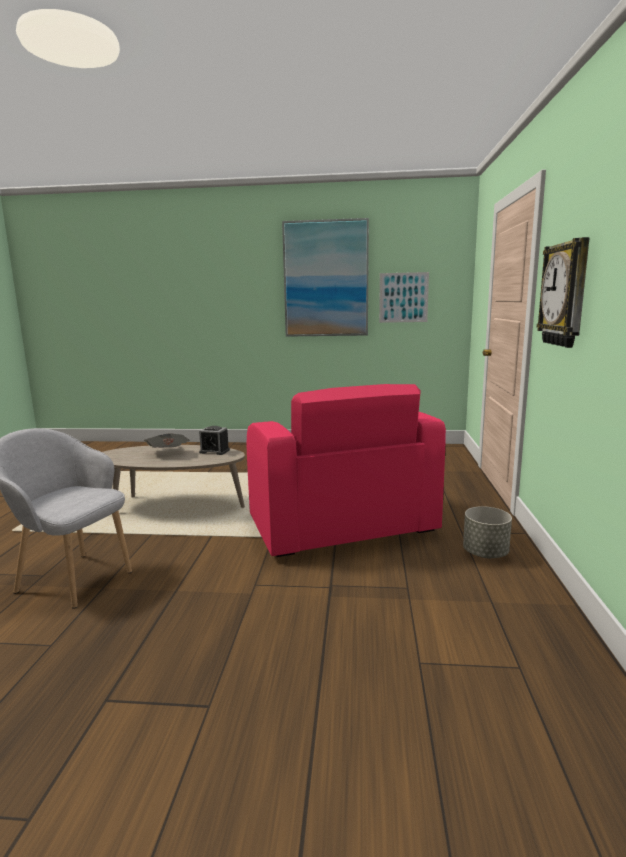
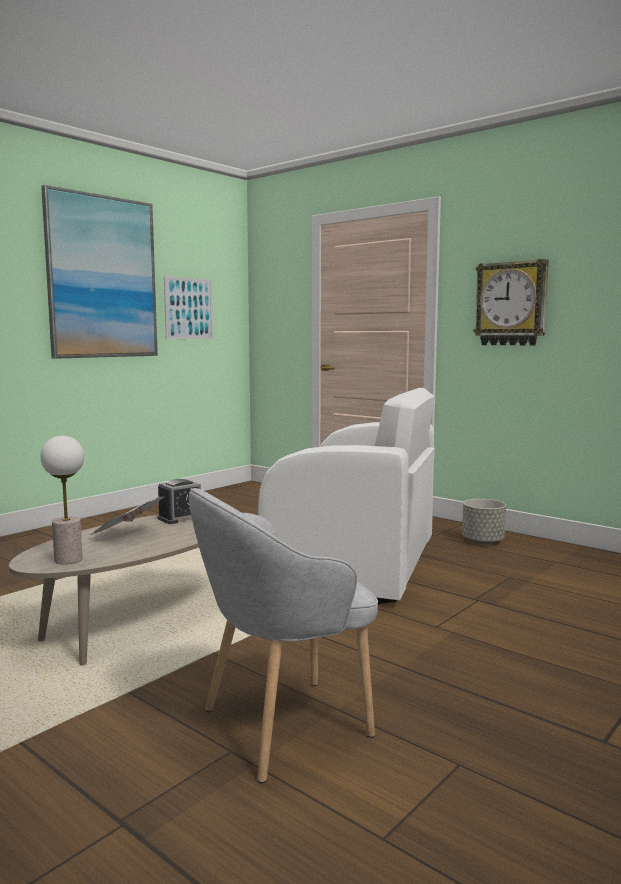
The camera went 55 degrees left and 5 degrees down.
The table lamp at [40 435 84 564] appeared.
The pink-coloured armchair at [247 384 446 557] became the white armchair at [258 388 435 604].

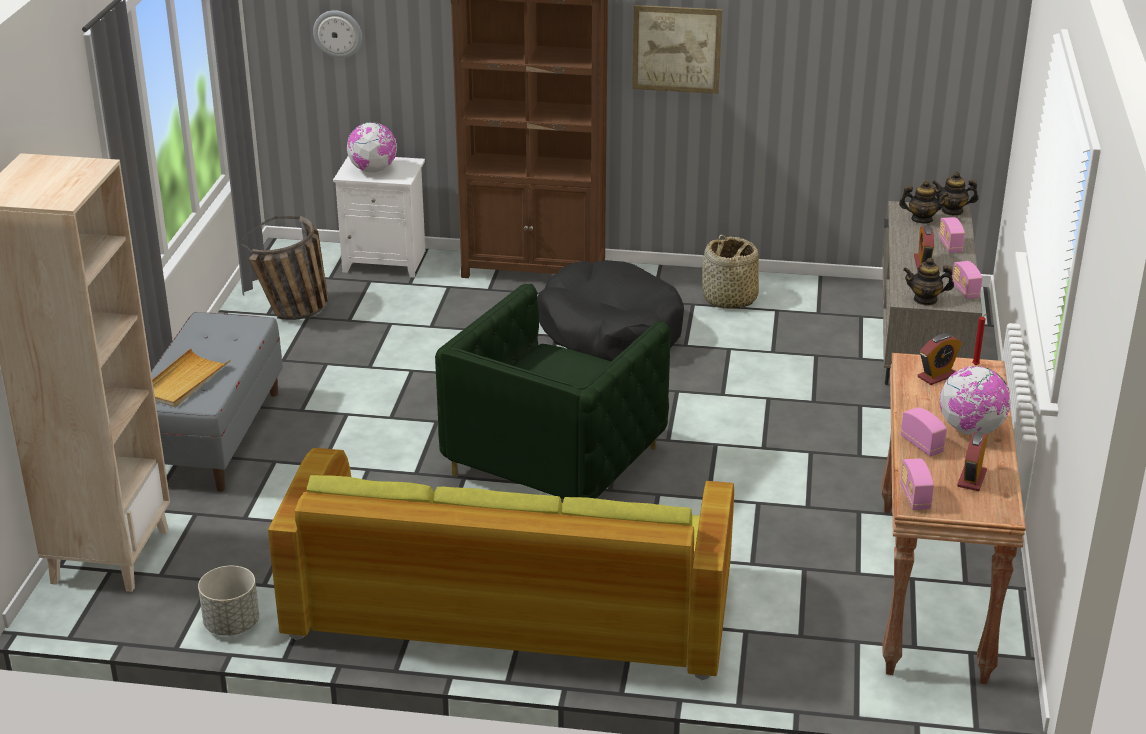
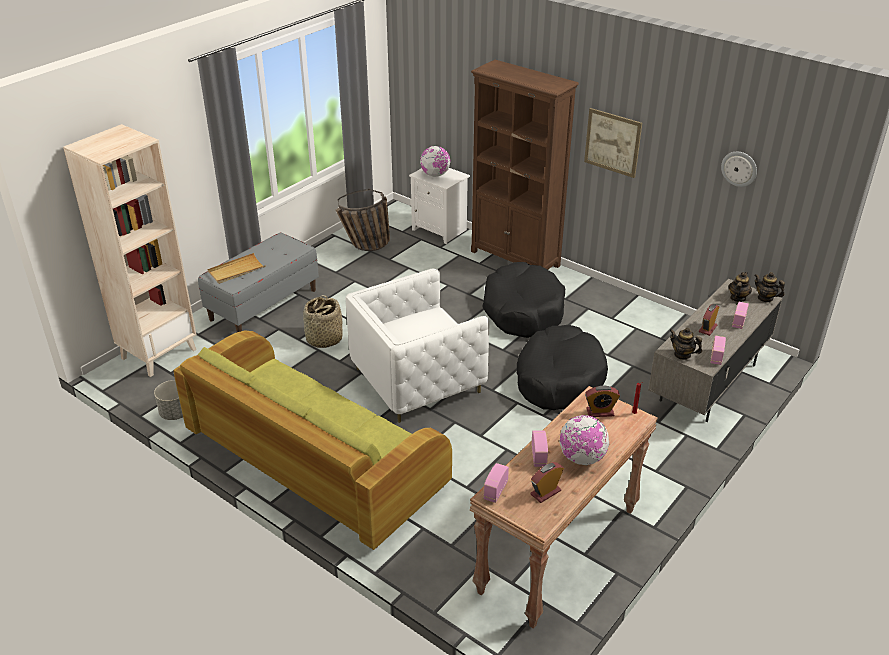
The camera went 30 degrees right and 5 degrees up.
The blackish pet bed at [517 325 608 410] appeared.
The wall clock moved from [313 10 362 58] to [721 152 757 187].
The household basket moved from [702 235 759 309] to [303 295 343 348].
The greenish armchair at [435 284 671 499] became the white armchair at [345 268 489 423].
The pot for tea at [899 180 949 223] turned 105 degrees counterclockwise.

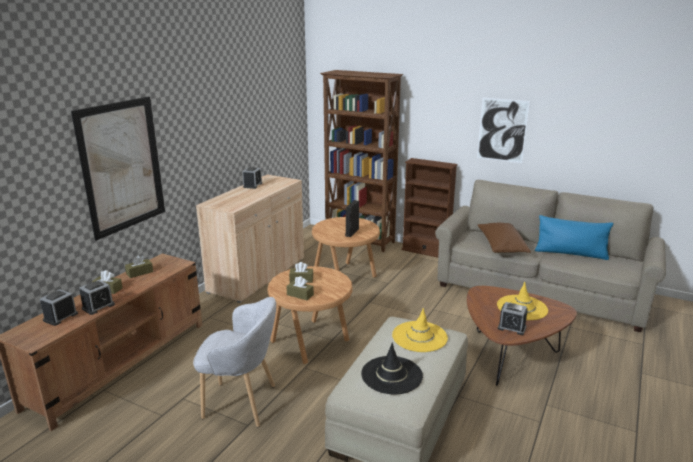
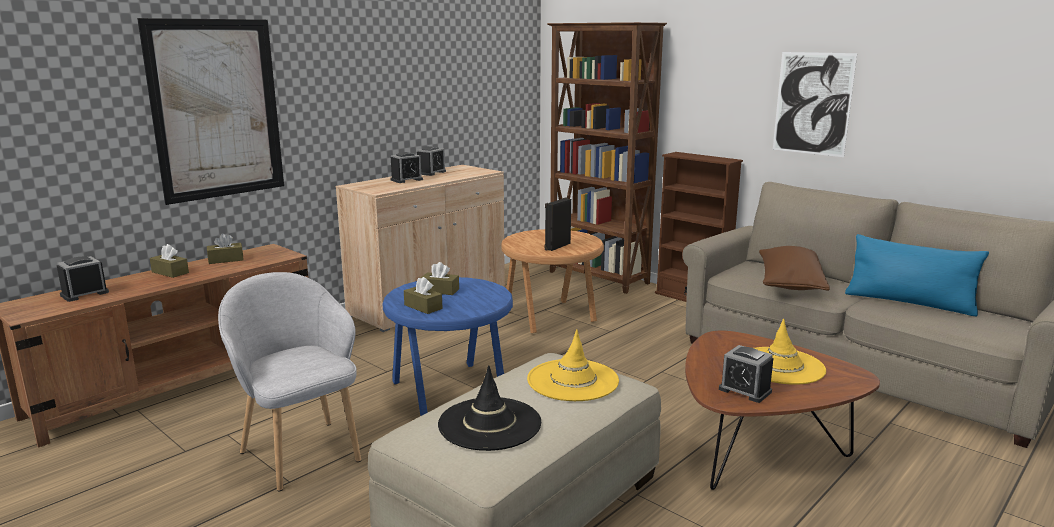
The camera went 15 degrees right and 5 degrees down.
The bedside clock moved from [79 280 115 315] to [391 152 423 183].
The brown side table at [268 266 352 364] became the blue side table at [382 277 513 416].
The gray armchair at [193 297 276 427] turned 150 degrees counterclockwise.

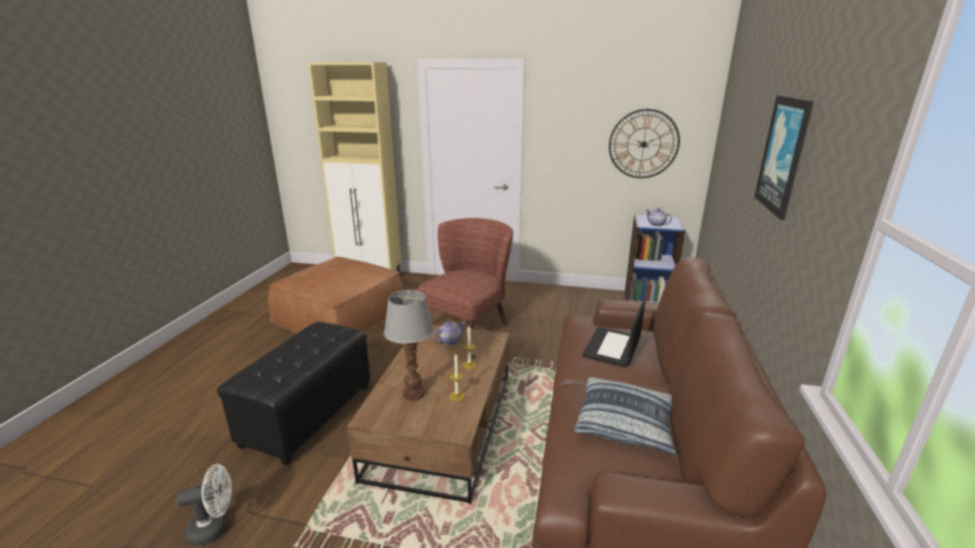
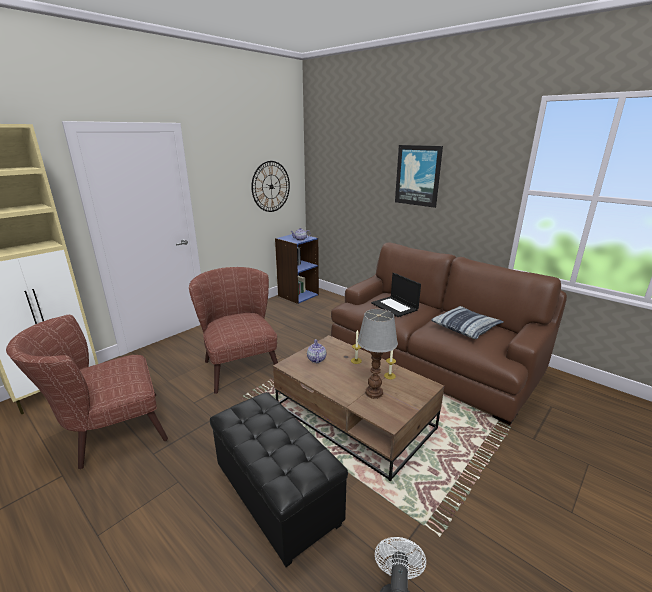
The camera went 60 degrees left and 0 degrees up.
The brown footrest at [268 257 404 333] was replaced by the brown armchair at [6 315 168 469].

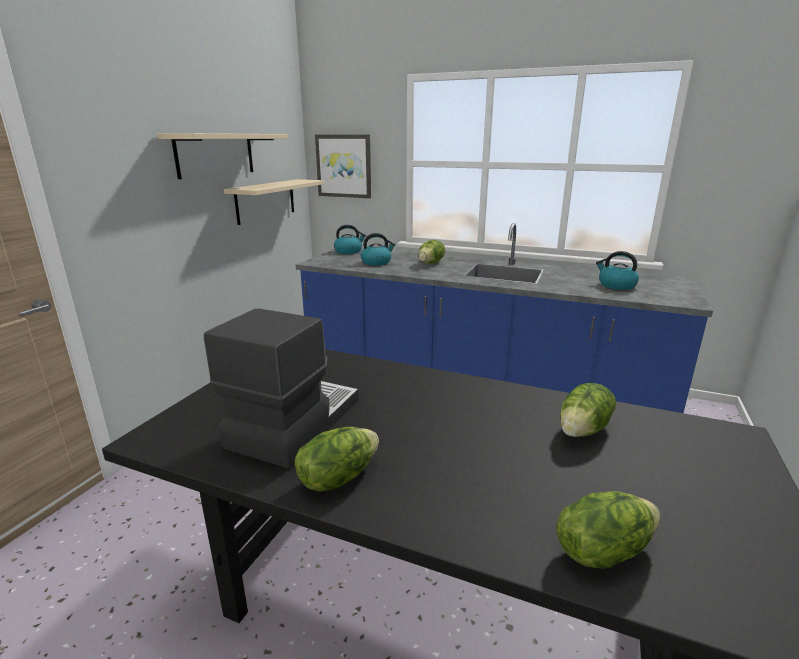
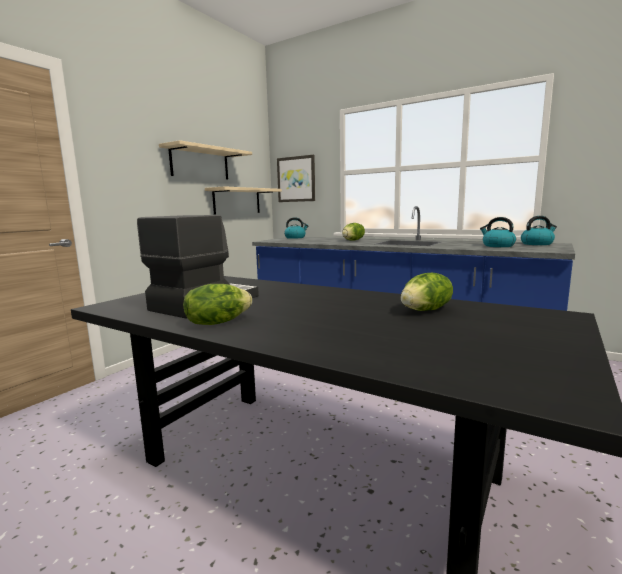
The camera went 10 degrees right and 10 degrees down.
The head of lettuce at [556 491 660 569] disappeared.
The kettle moved from [360 233 395 266] to [521 216 557 245].

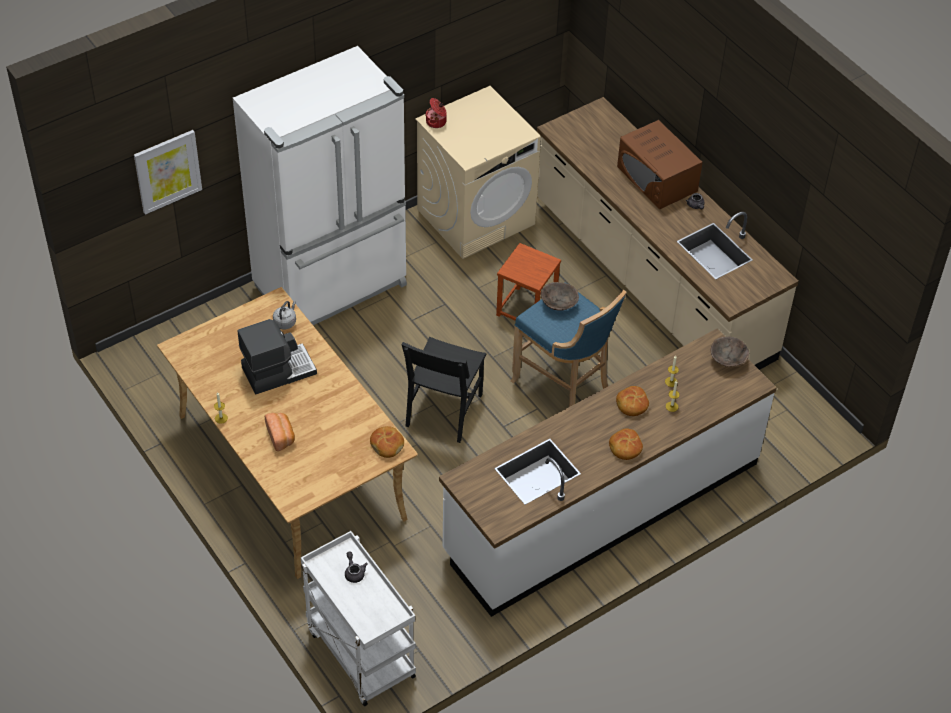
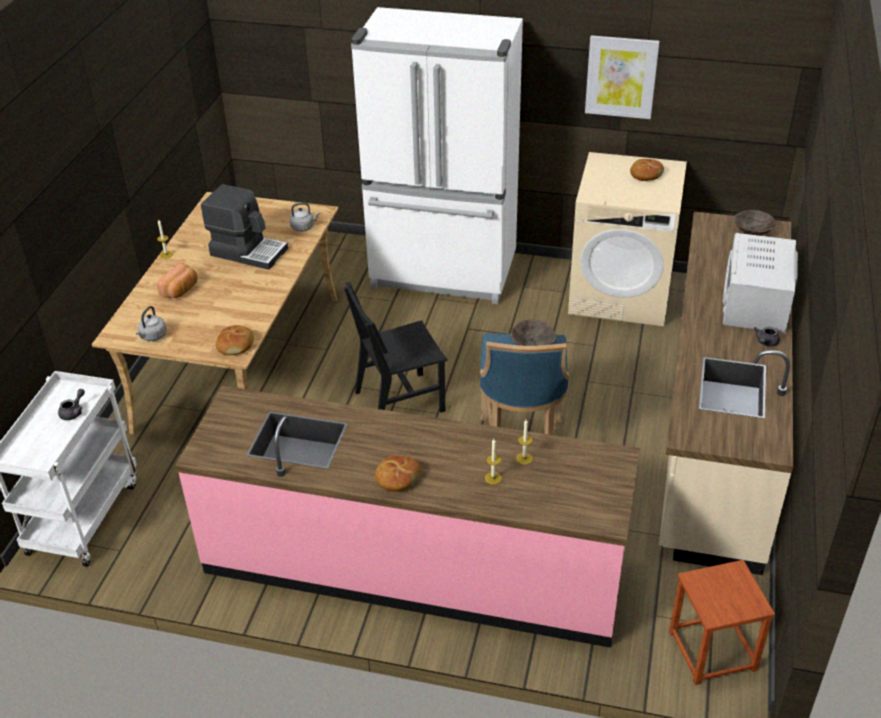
The camera went 50 degrees right and 10 degrees down.
The saucepot at [425 98 447 128] disappeared.
The gray kettle at [136 306 167 341] appeared.
The wall art moved from [134 130 202 215] to [585 35 660 119].
The brown stool seat moved from [496 243 561 321] to [669 560 775 685].
The bread moved from [616 386 649 416] to [630 159 664 181].
The brown bowl moved from [710 337 749 366] to [733 210 776 236].
The white counter at [439 328 777 617] became the pink-coloured counter at [175 386 640 648].
The brown microwave at [617 120 703 209] became the white microwave at [722 233 798 333].

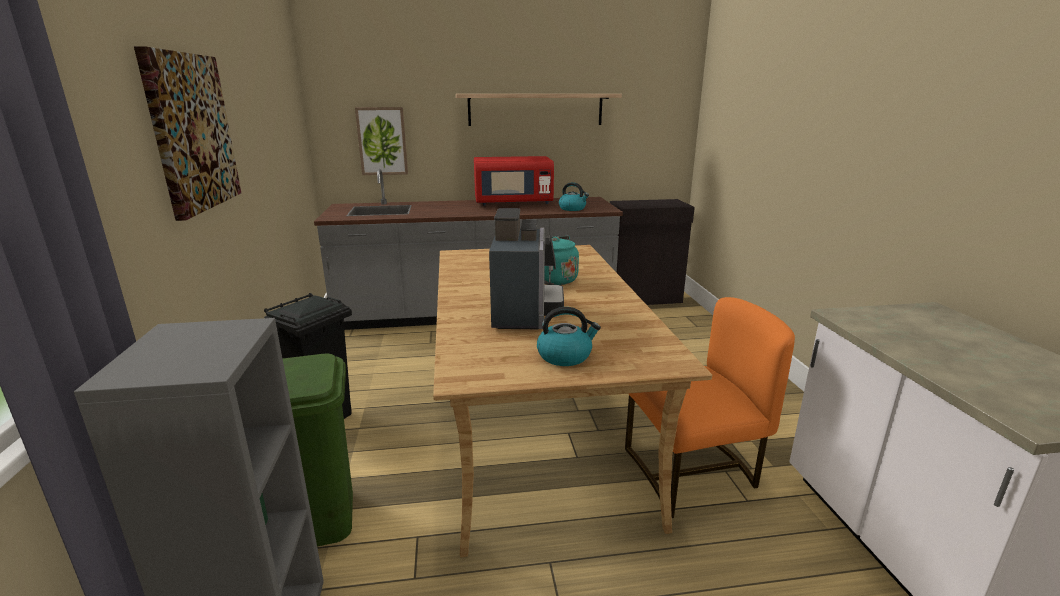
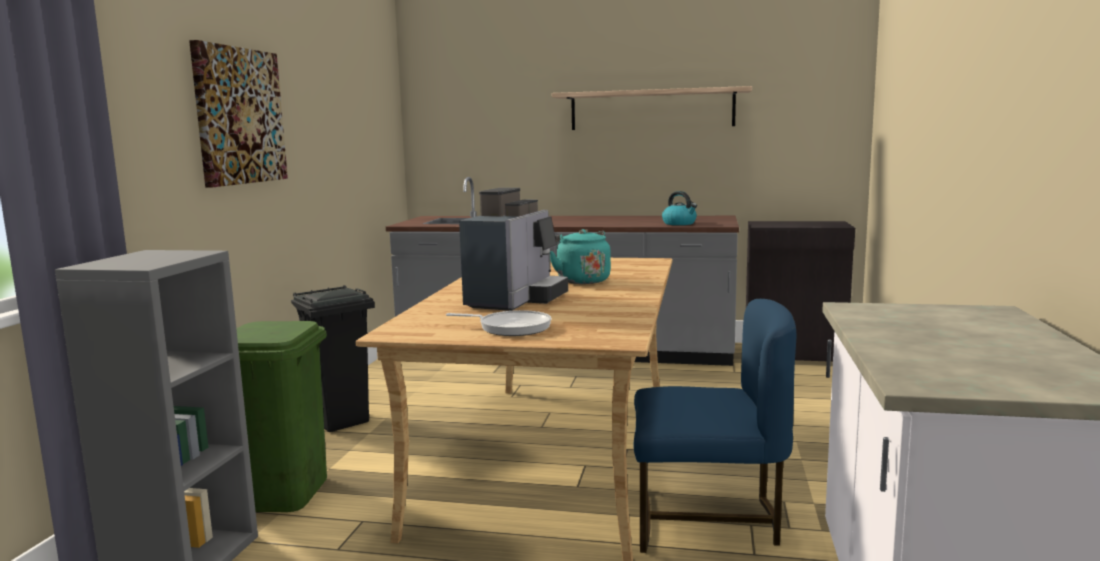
The camera went 20 degrees right and 10 degrees down.
The wall art at [355 107 408 175] disappeared.
The reddish microwave at [474 156 554 206] disappeared.
The kettle at [537 307 601 366] was replaced by the frying pan at [446 310 551 336].
The orange upright chair at [625 297 795 518] became the blue upright chair at [634 299 796 553].

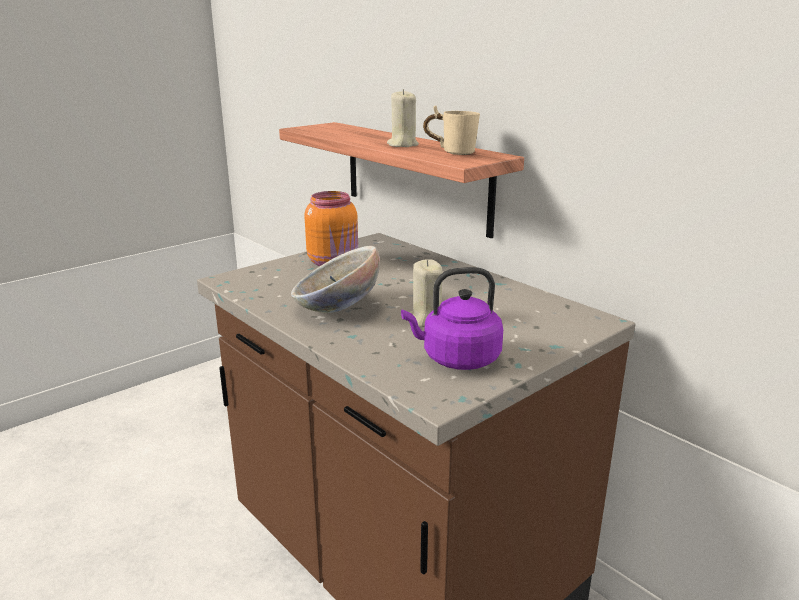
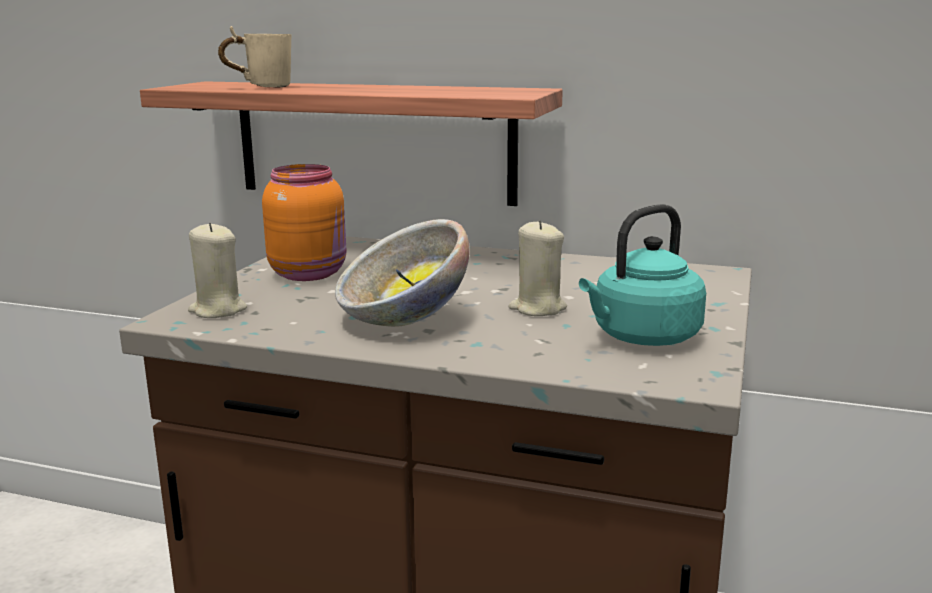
The camera went 30 degrees left and 5 degrees down.
The sand-coloured candle moved from [387 89 419 147] to [188 223 247 318].
The sand-coloured coffee mug moved from [423 106 480 155] to [218 26 292 87].
The purple kettle at [401 267 503 370] became the blue-green kettle at [579 204 706 346].

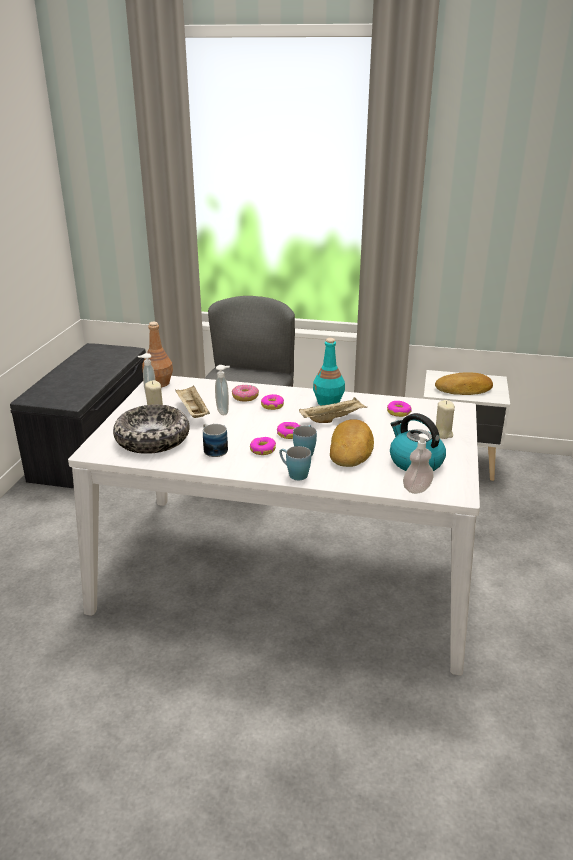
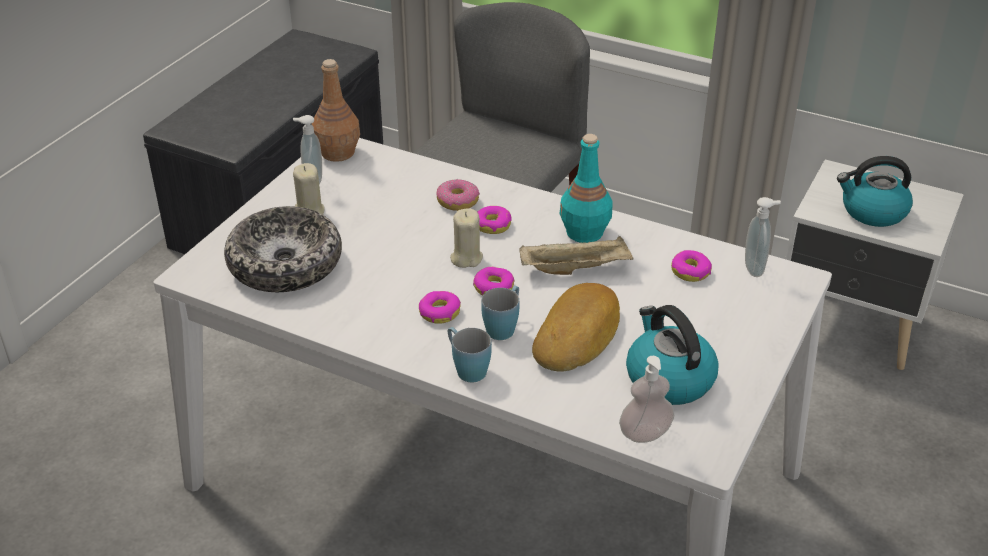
The camera went 15 degrees right and 10 degrees up.
The sand-coloured tray at [175 386 210 418] disappeared.
The coffee mug at [203 423 228 457] disappeared.
The liquid soap bottle moved from [215 365 230 415] to [745 197 781 277].
The sand-coloured candle moved from [436 400 455 439] to [450 208 483 268].
The bread at [435 372 493 395] was replaced by the kettle at [837 156 913 227].

